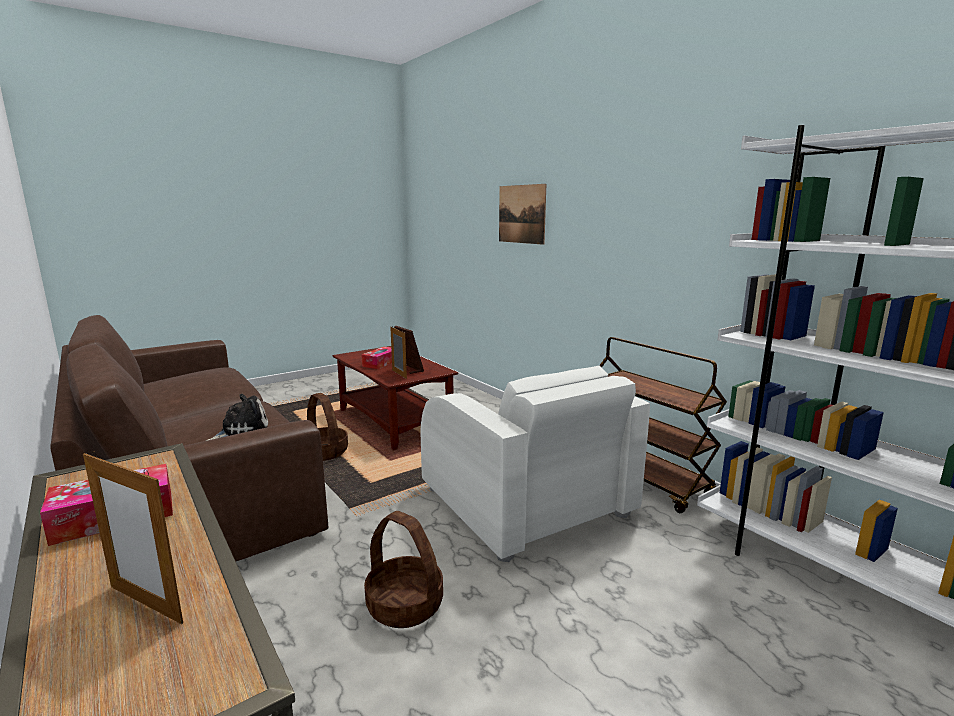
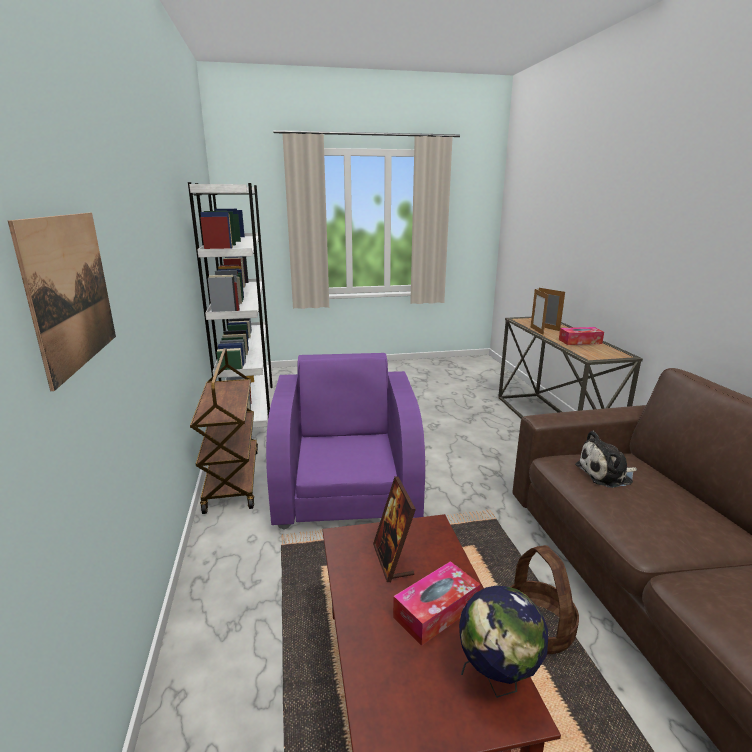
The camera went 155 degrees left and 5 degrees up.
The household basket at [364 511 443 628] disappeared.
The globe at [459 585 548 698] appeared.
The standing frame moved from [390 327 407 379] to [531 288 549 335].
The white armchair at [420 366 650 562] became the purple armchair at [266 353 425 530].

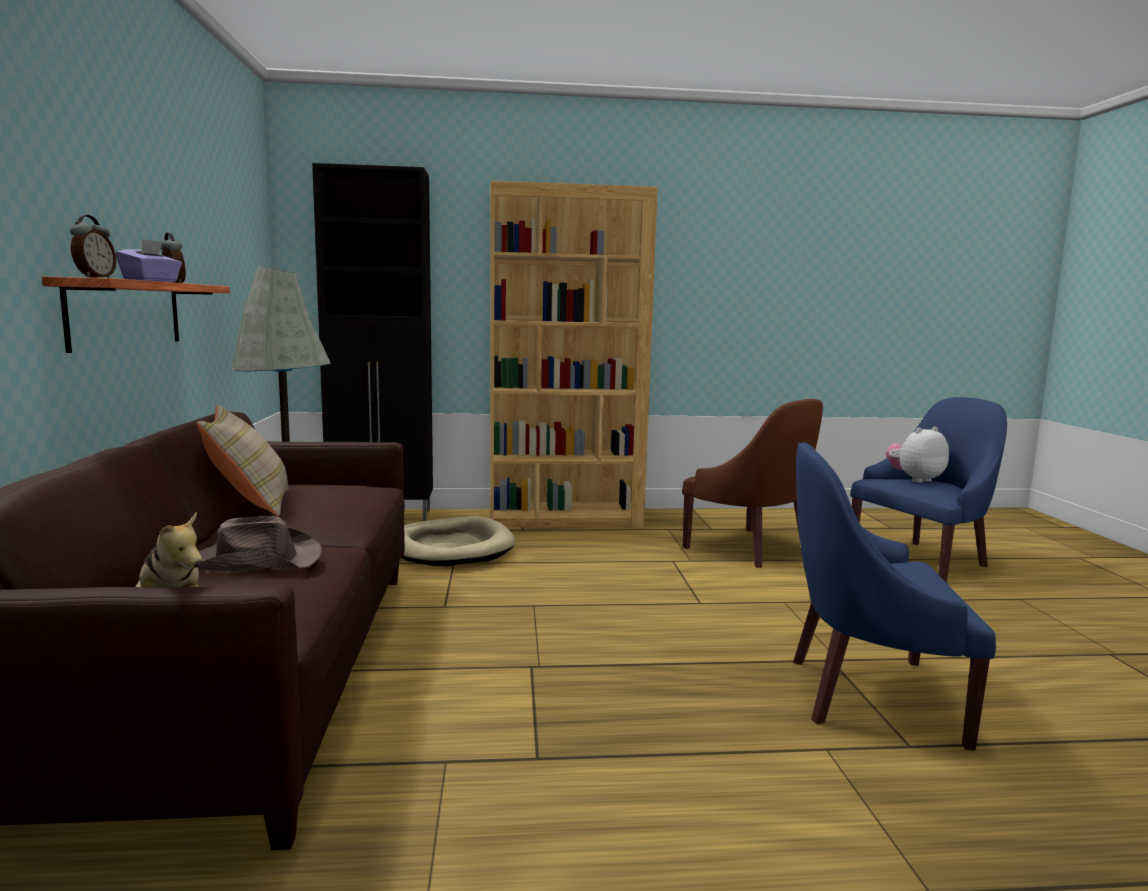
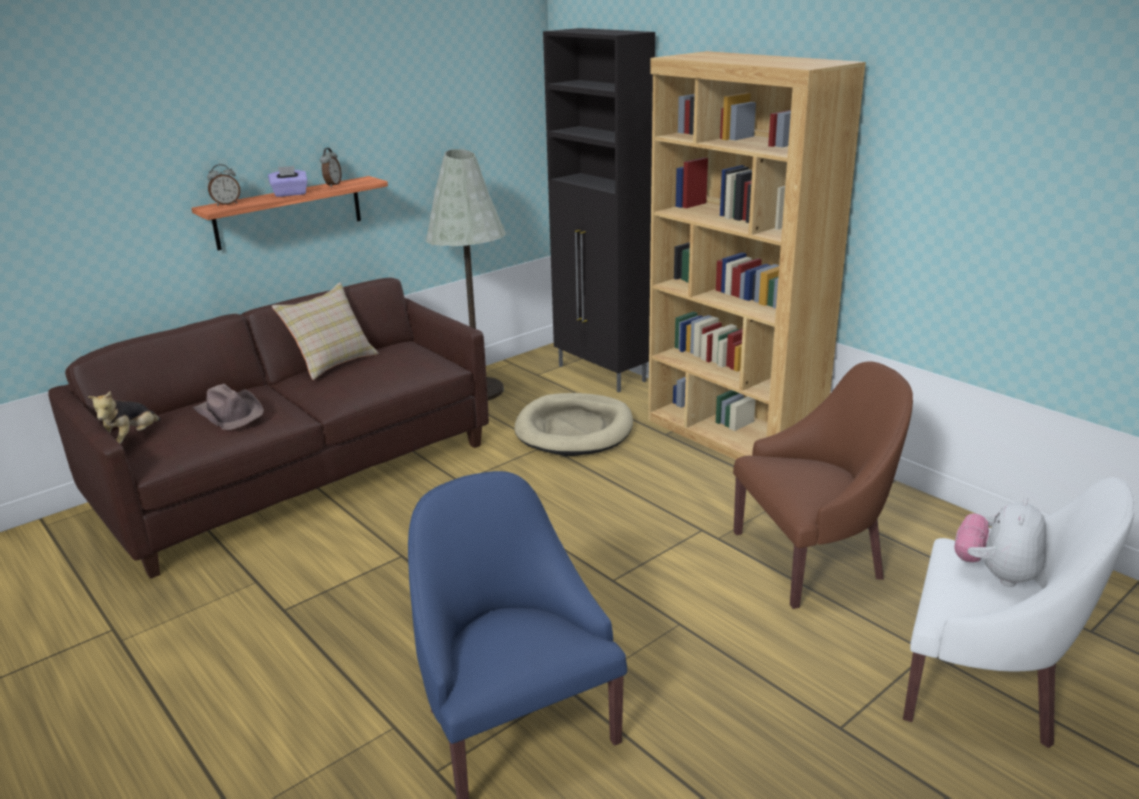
The camera went 55 degrees right and 15 degrees up.
The blue armchair at [850 397 1007 583] became the white armchair at [903 477 1135 748].
The brown armchair at [682 399 823 568] turned 120 degrees counterclockwise.
The plush toy at [886 427 949 483] turned 90 degrees counterclockwise.

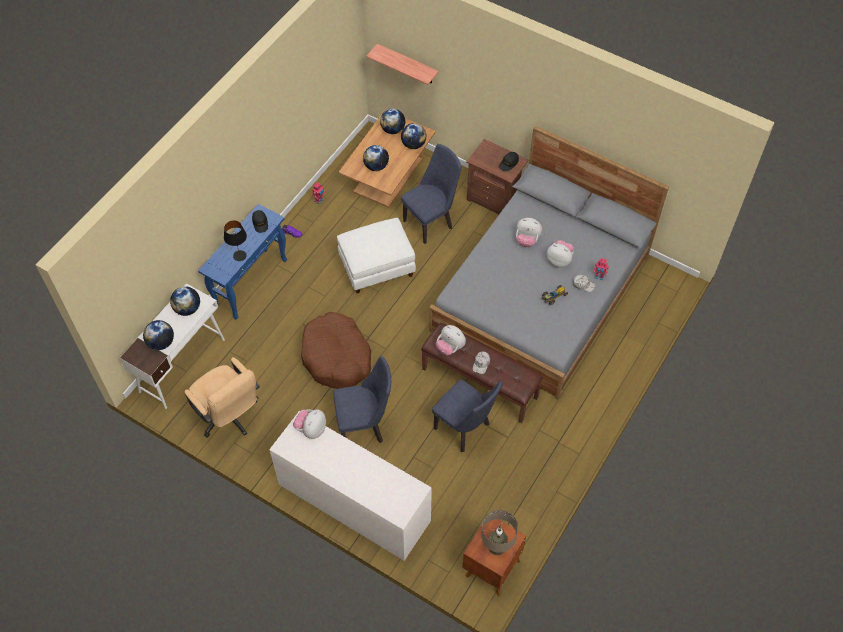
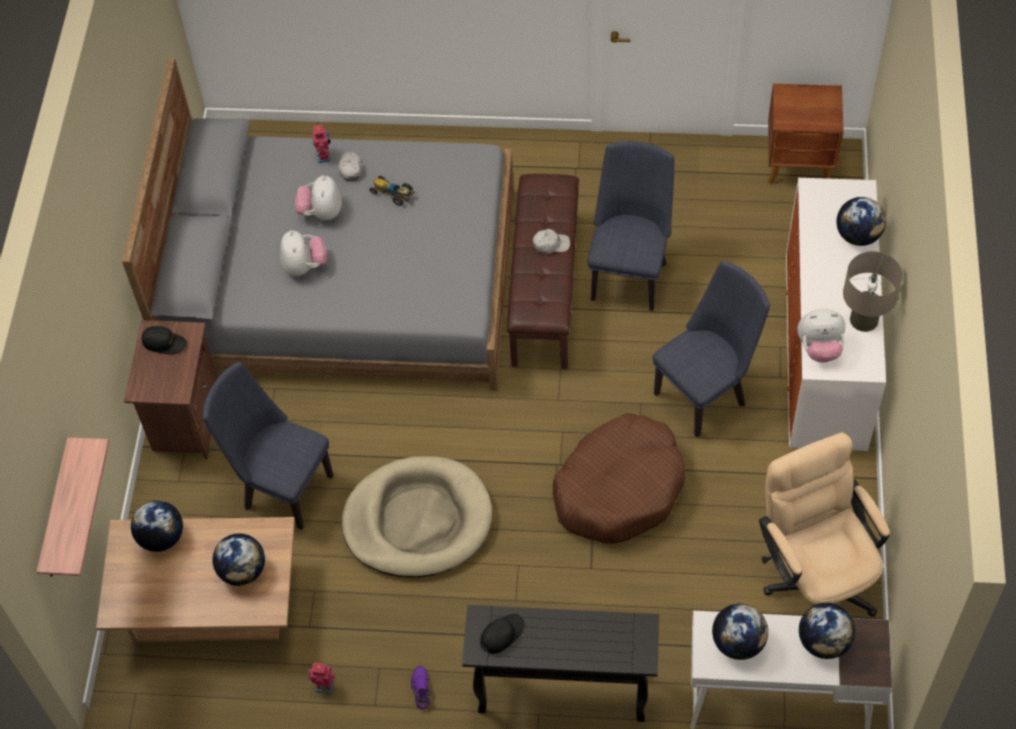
The camera went 115 degrees left and 0 degrees up.
The blackish table lamp at [224 221 247 261] disappeared.
The plush toy at [436 325 466 355] disappeared.
The globe moved from [380 108 405 134] to [836 197 886 246].
The sand-coloured table lamp moved from [481 510 518 555] to [843 251 903 332].
The white footrest at [337 218 416 293] was replaced by the sand-coloured pet bed at [342 456 492 578].
The blue narrow table at [198 204 287 320] became the blackish narrow table at [462 605 659 722].
The sand-coloured desk chair at [185 357 260 437] turned 45 degrees counterclockwise.
The blue upright chair at [333 356 391 443] turned 90 degrees clockwise.

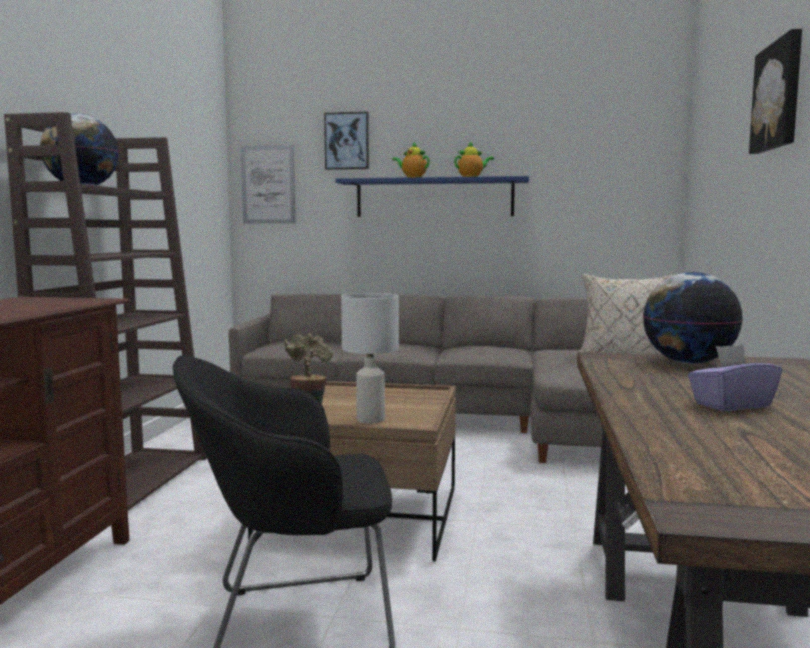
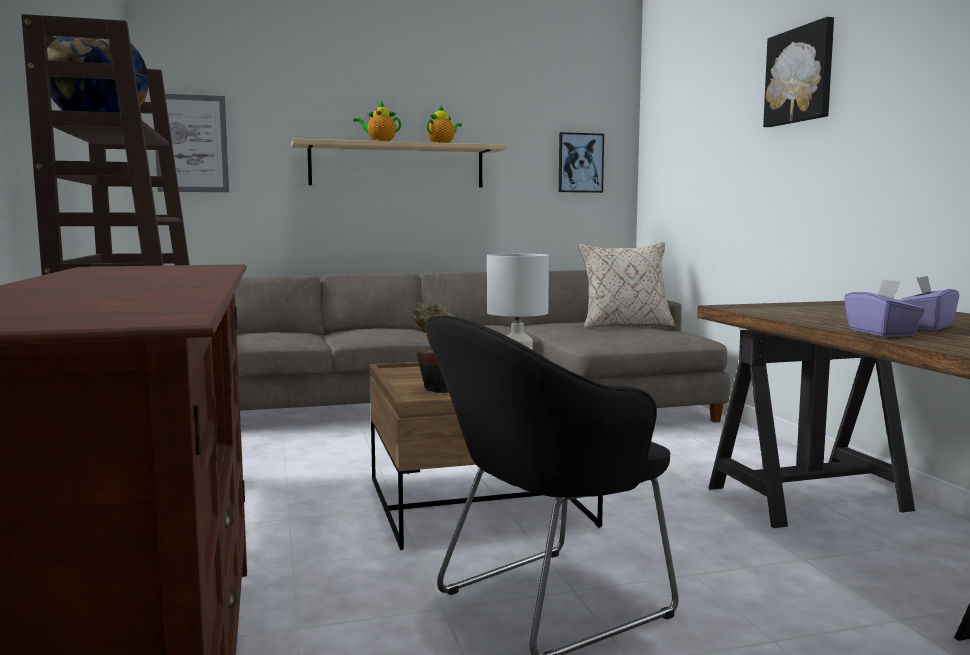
The camera went 25 degrees left and 0 degrees up.
The globe at [643 272 743 364] disappeared.
The purple tissue box at [844 279 925 337] appeared.
The wall art moved from [324 112 369 170] to [559 132 604 193].
The blue shelf at [335 176 529 217] became the sand-coloured shelf at [291 139 507 187].

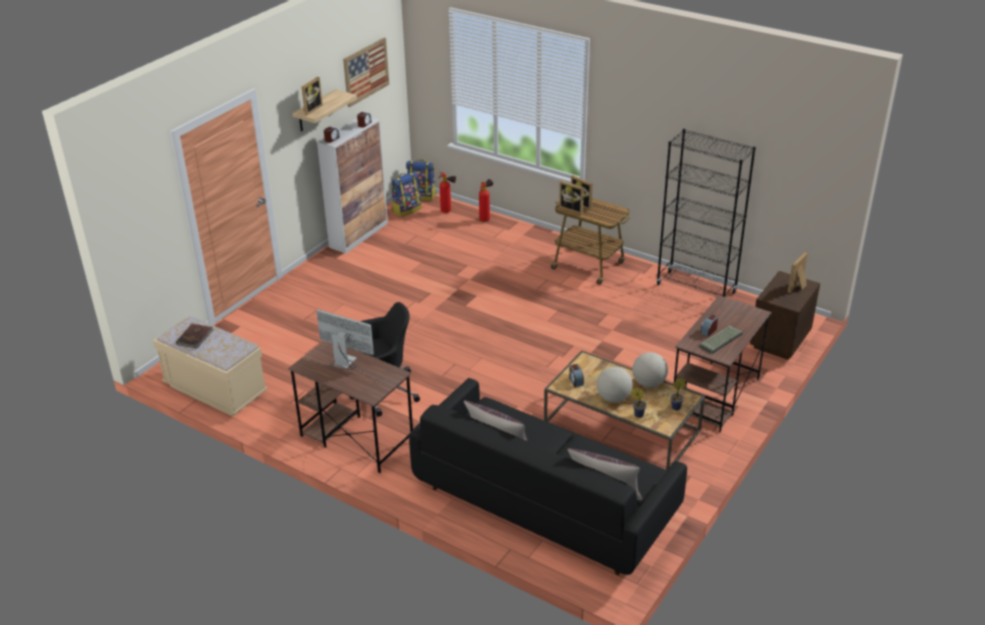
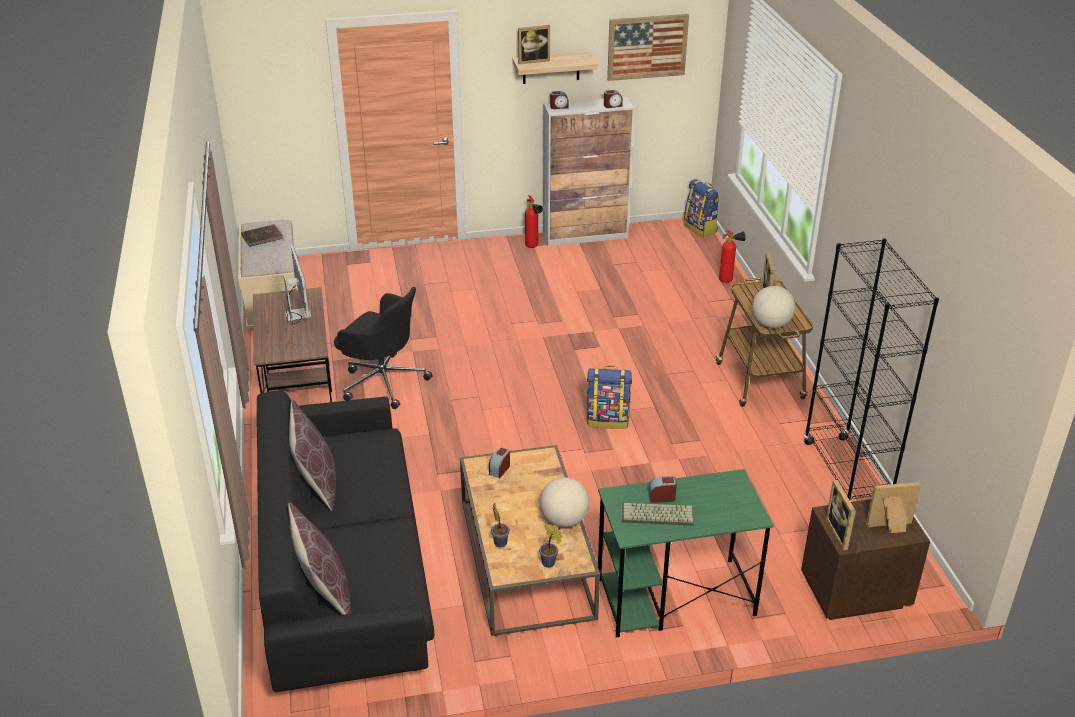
The camera went 45 degrees right and 0 degrees up.
The rucksack moved from [391 171 421 217] to [586 366 632 429].
The fire extinguisher moved from [439 172 456 213] to [525 195 543 248].
The standing frame moved from [559 181 584 215] to [826 480 856 550].
The globe moved from [597 367 633 402] to [752 286 795 328].
The brown desk table at [674 295 771 432] became the greenish desk table at [598 469 774 638].

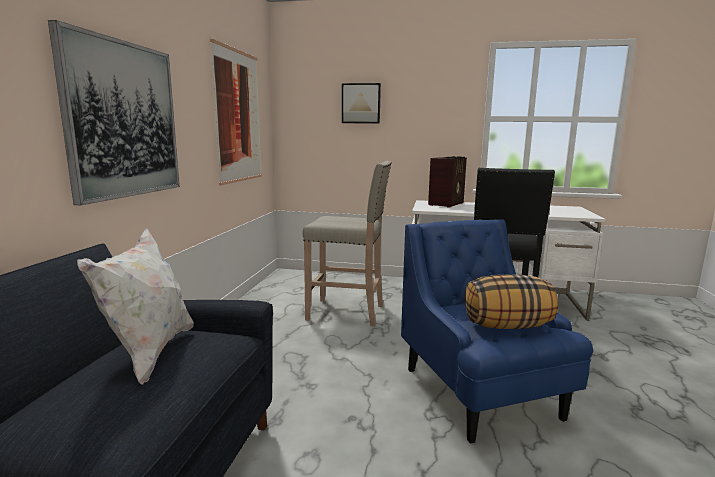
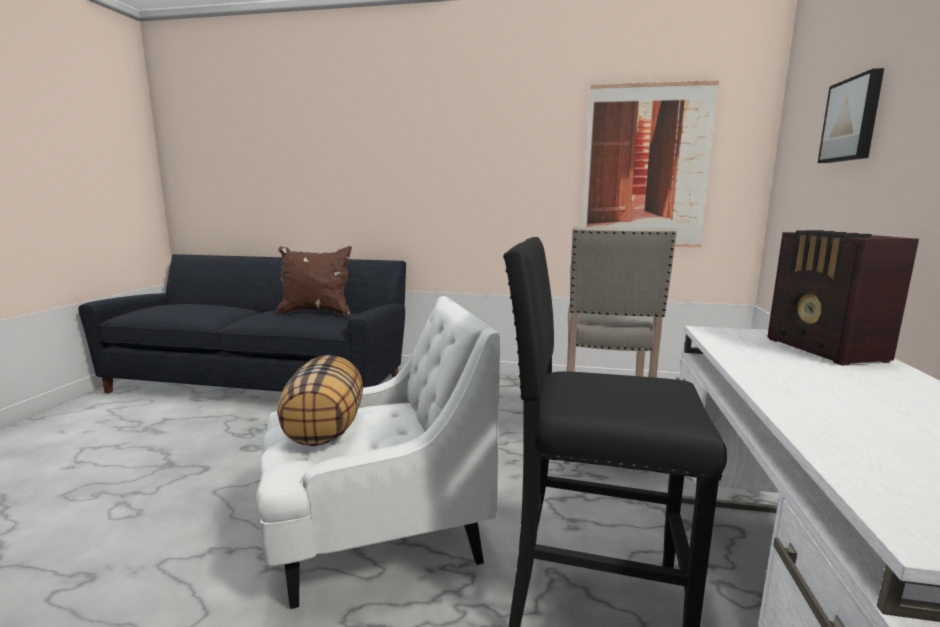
The camera went 90 degrees right and 0 degrees up.
The wall art at [48 20 180 205] disappeared.
The white pillow at [77 228 194 384] became the brown pillow at [276 246 352 316].
The blue armchair at [401 219 593 444] became the white armchair at [256 296 500 609].
The radio at [428 156 467 208] turned 45 degrees clockwise.

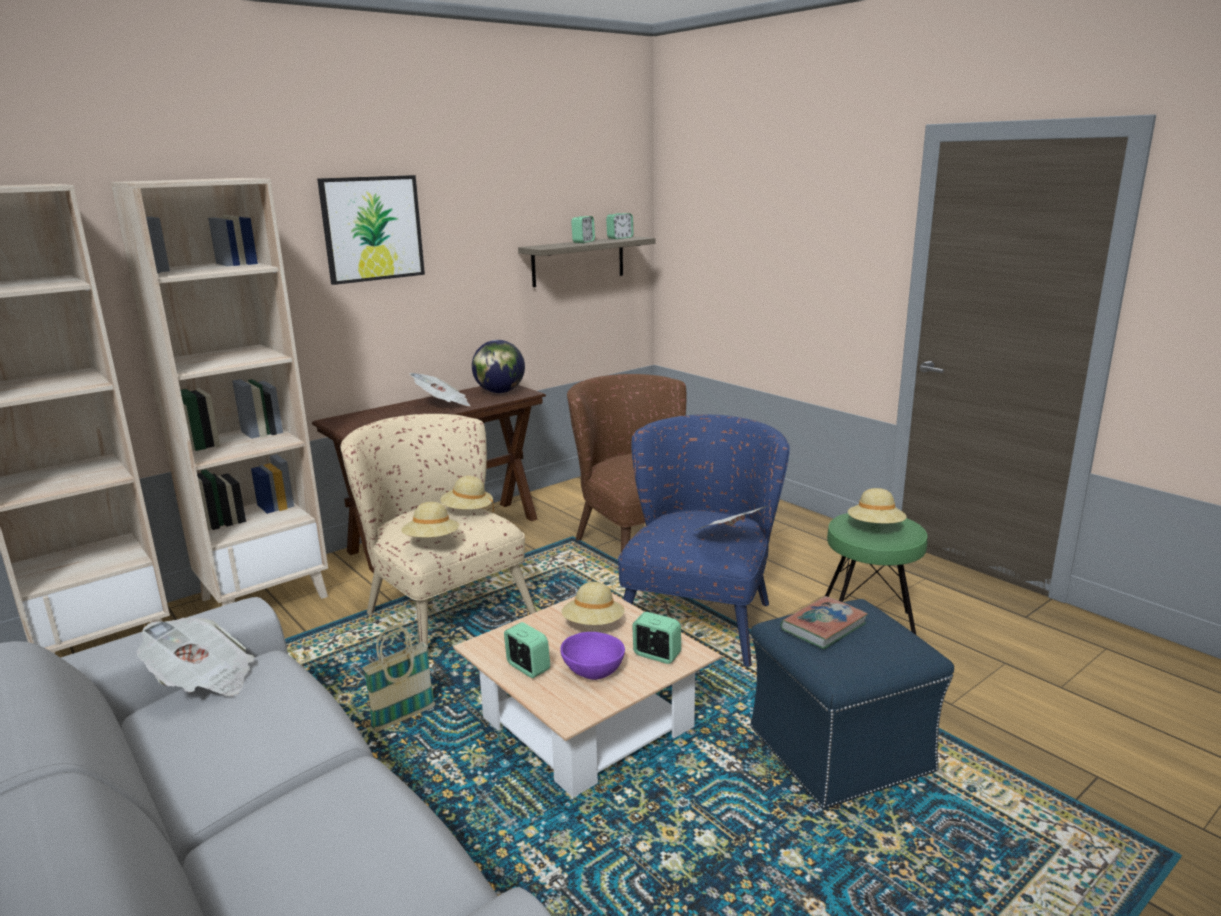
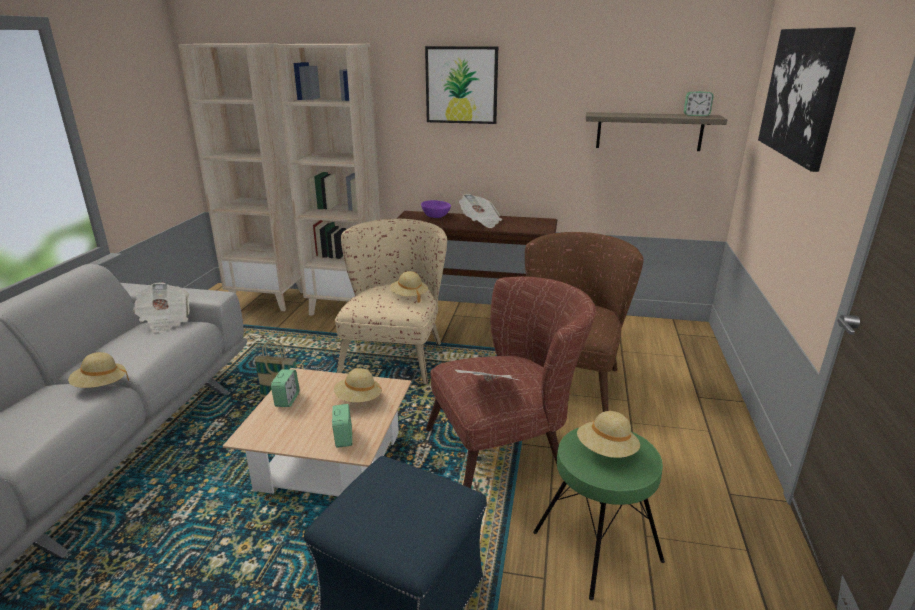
The camera went 50 degrees right and 5 degrees up.
The globe at [472 340 525 393] disappeared.
The bedside clock at [571 216 595 243] disappeared.
The book at [780 596 868 649] disappeared.
The wall art at [758 27 856 172] appeared.
The sand-coloured wearable hat moved from [401 502 459 538] to [68 352 129 388].
The purple bowl moved from [560 632 625 680] to [421 200 451 218].
The blue armchair at [618 415 790 667] became the brown armchair at [426 276 596 488].

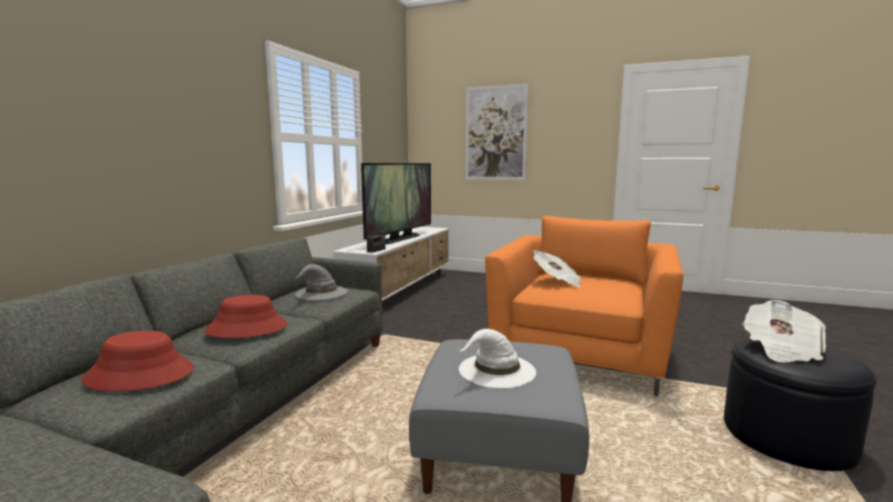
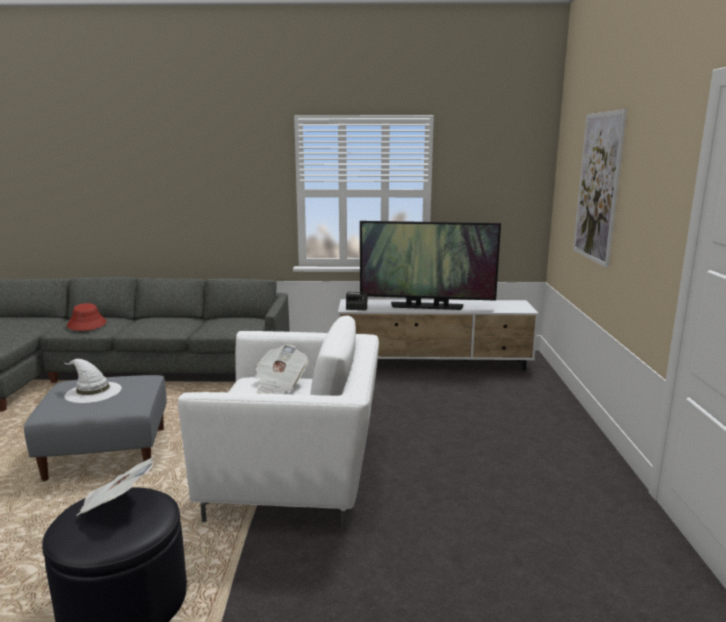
The camera went 70 degrees right and 5 degrees up.
The reddish wearable hat at [204 295 287 338] disappeared.
The gray wearable hat at [294 264 348 300] disappeared.
The orange armchair at [485 216 683 396] became the white armchair at [178 315 379 530].

